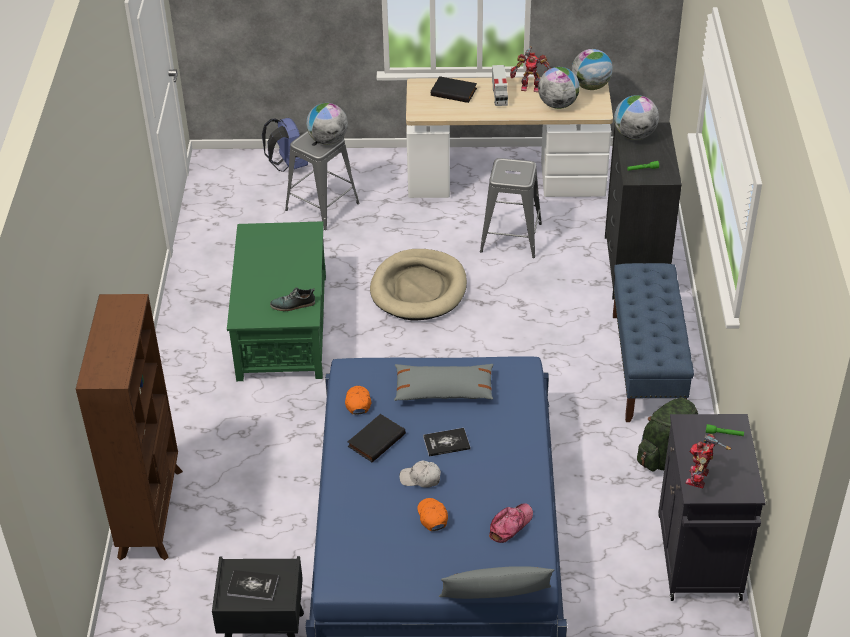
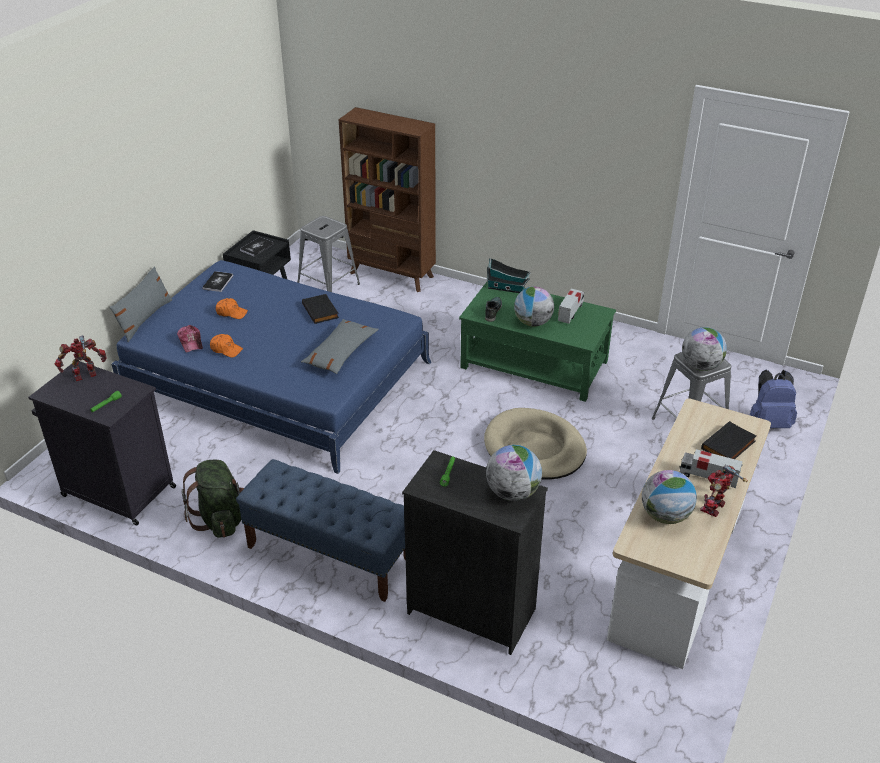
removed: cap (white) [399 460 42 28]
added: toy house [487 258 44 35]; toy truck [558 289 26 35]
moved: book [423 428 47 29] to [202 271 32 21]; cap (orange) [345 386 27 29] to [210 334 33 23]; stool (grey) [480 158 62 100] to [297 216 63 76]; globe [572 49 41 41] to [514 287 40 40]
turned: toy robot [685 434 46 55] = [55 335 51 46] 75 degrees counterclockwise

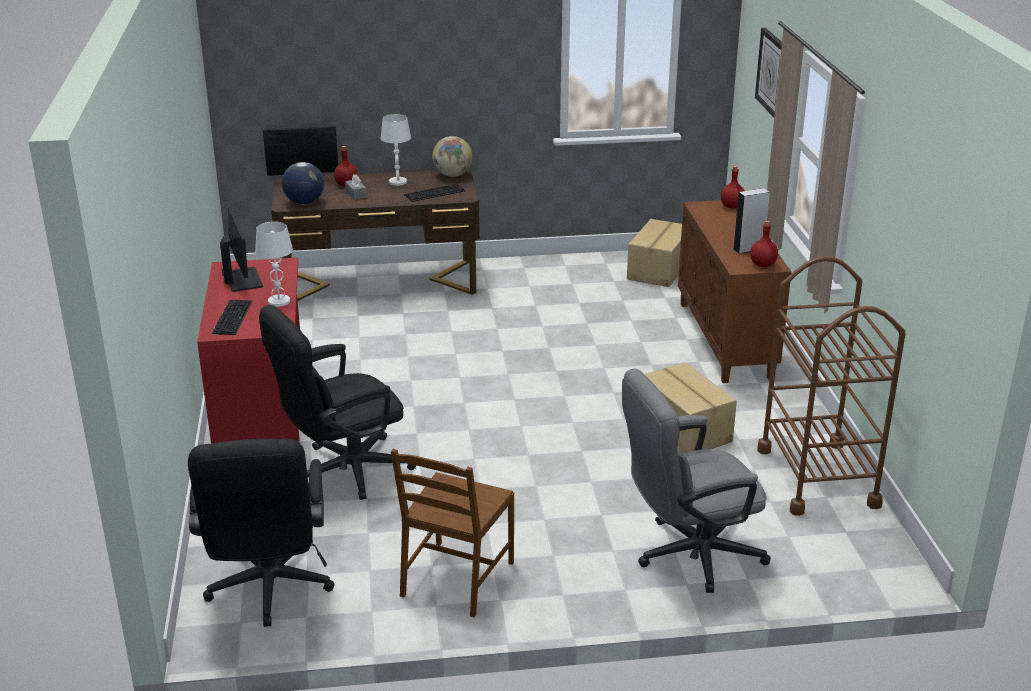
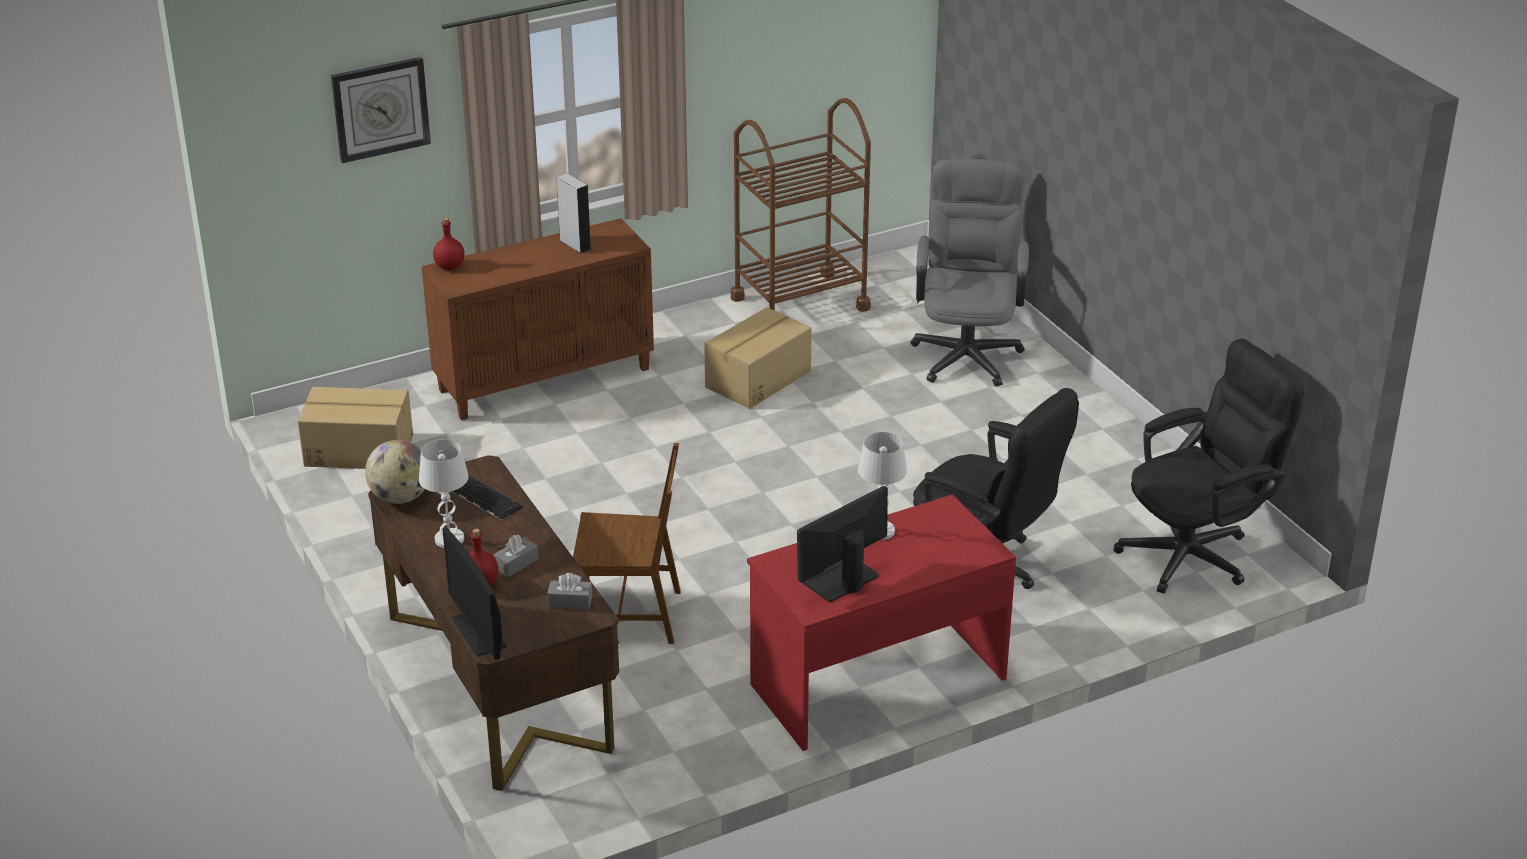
removed: keyboard [212 300 40 35]; bottle (red) [750 221 28 46]
moved: chair (brown) [391 449 123 168] to [573 443 108 201]
replaced: globe [282 162 42 42] to tissue box (grey) [547 573 45 37]
turned: office chair (grey) [622 369 149 224] = [910 159 119 227] 135 degrees counterclockwise

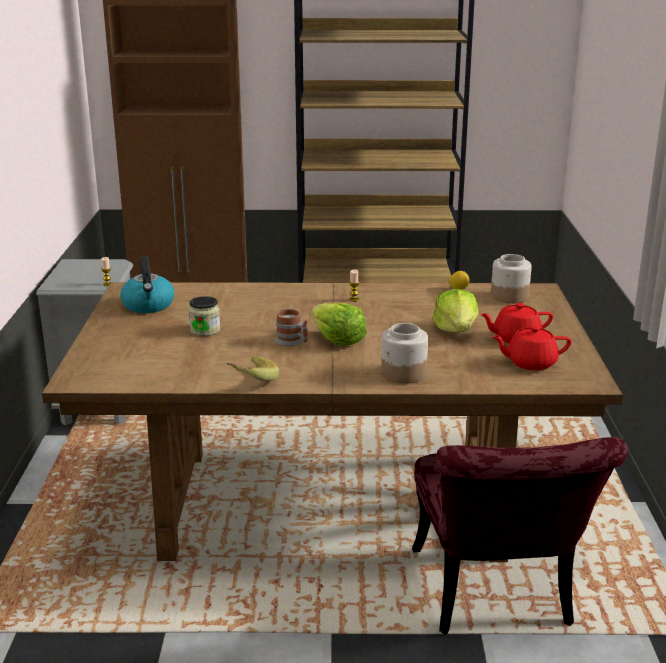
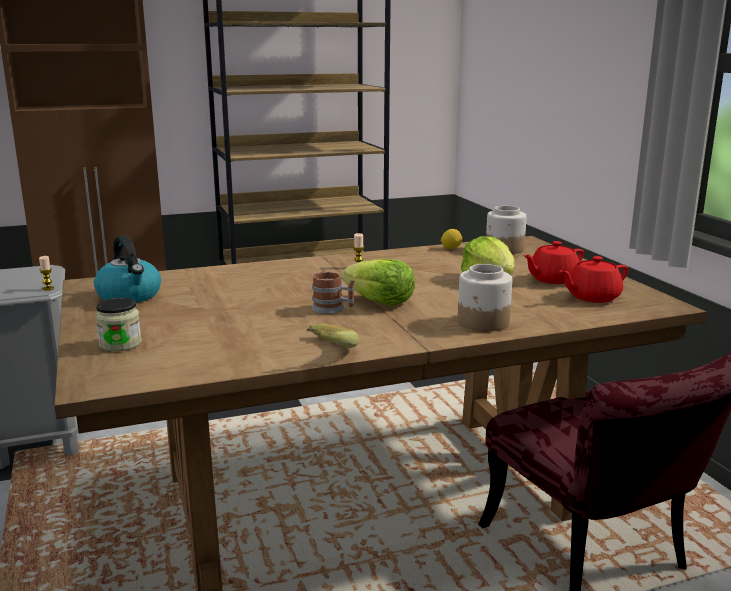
moved: jar [189 296 31 40] to [96 298 46 54]

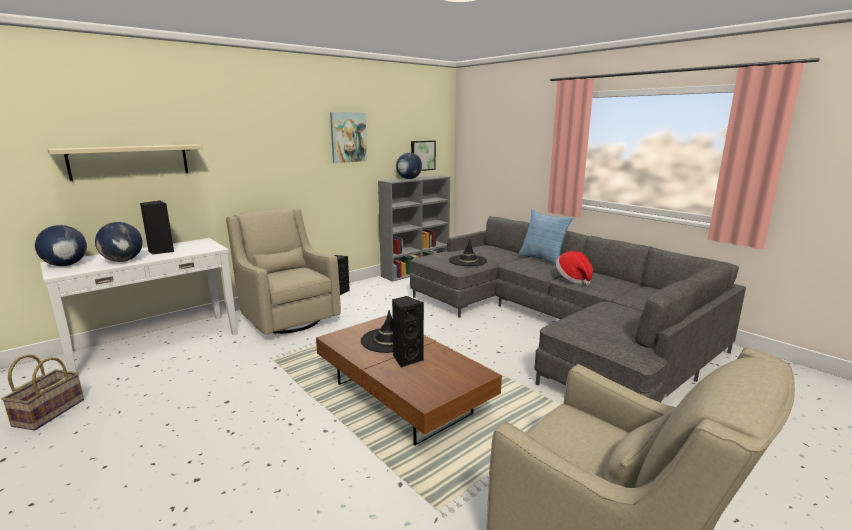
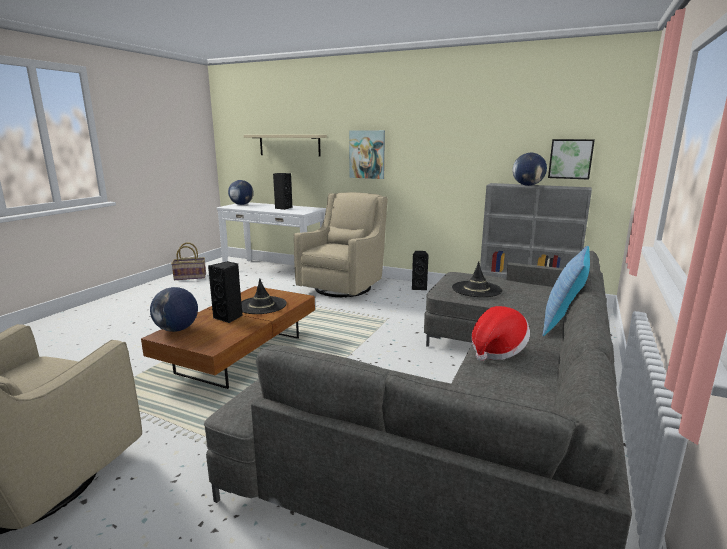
moved: globe [95 222 48 40] to [150 287 48 45]; picture [330 112 37 51] to [349 130 36 49]

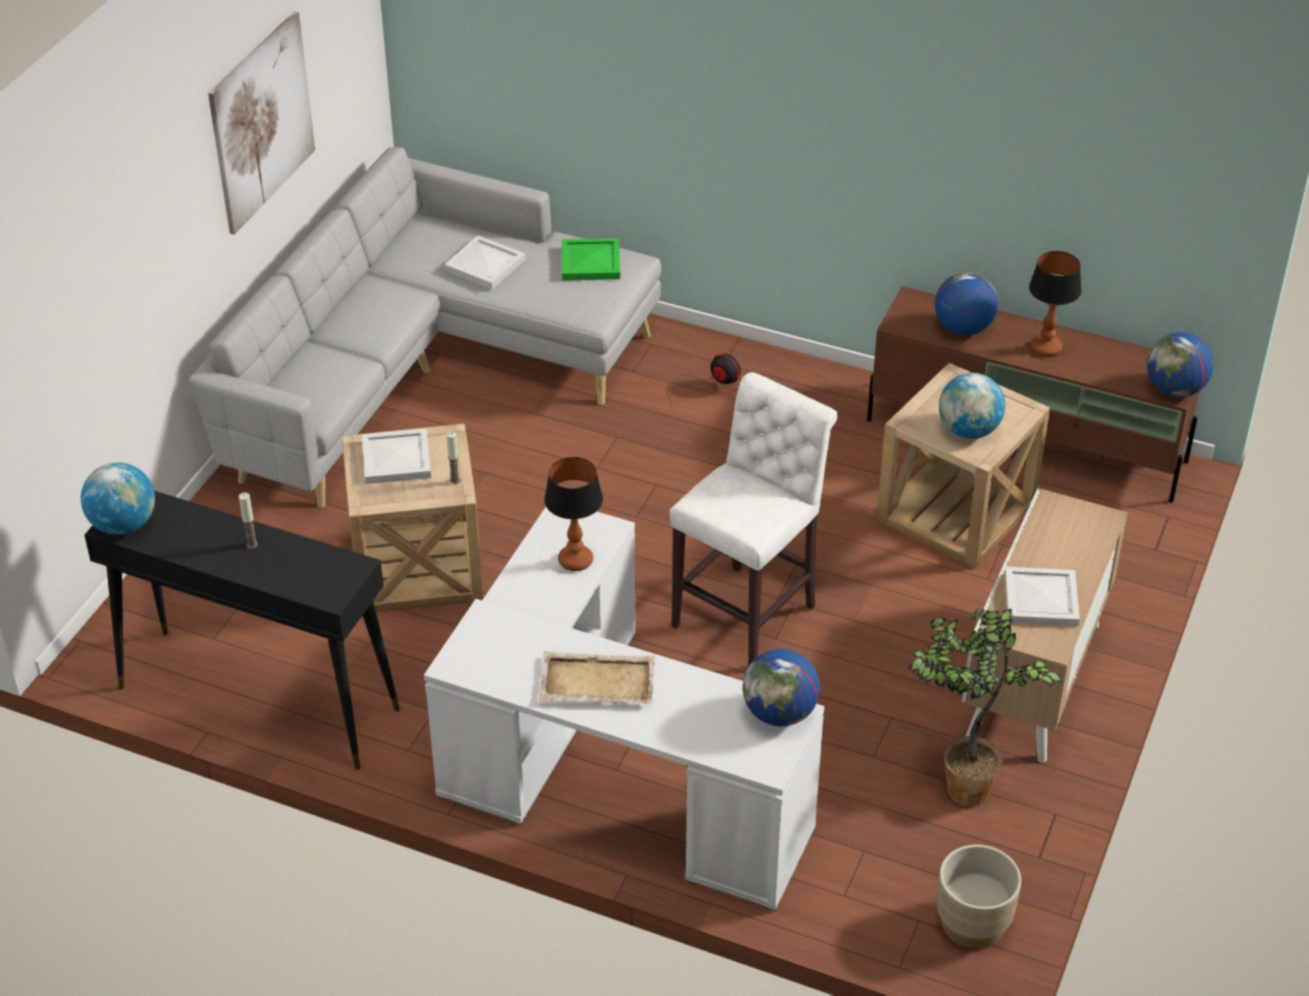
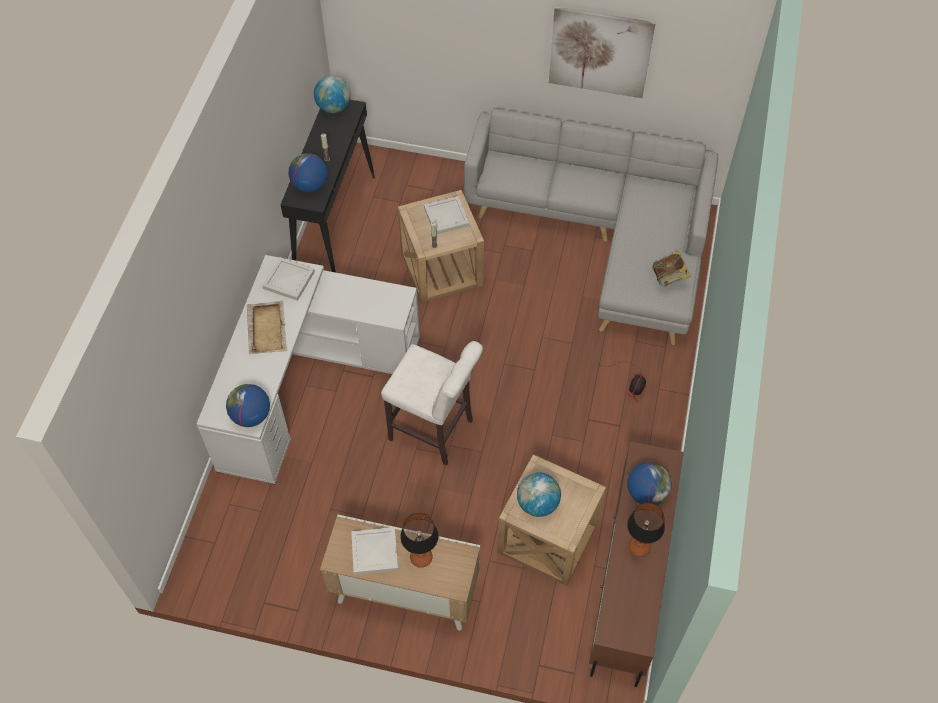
removed: potted plant [908 608 154 199]; planter (beige) [937 845 84 104]
moved: tray (white) [444 236 81 54] to [262 257 53 44]; globe [1147 332 67 65] to [288 153 40 40]; table lamp [544 457 59 114] to [400 513 38 55]
replaced: tray (green) [562 238 58 43] to book [652 251 39 36]

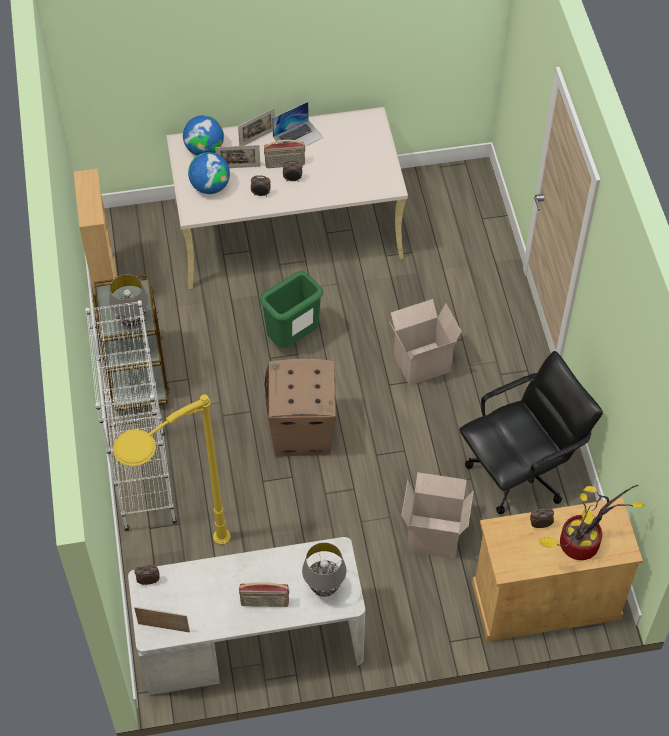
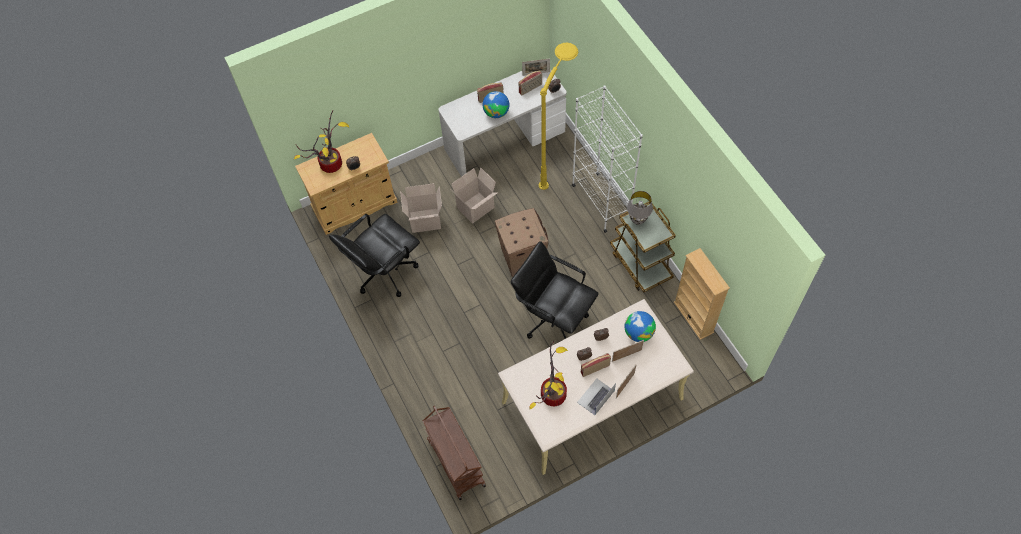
removed: table lamp (grey) [302 543 45 54]
added: cart (brown) [423 406 63 94]; radio [518 71 24 24]; potted plant [529 341 39 69]
moved: cardboard box [390 299 72 87] to [451 167 46 57]; globe [183 115 41 41] to [483 91 26 27]
replaced: trash can (green) [260 271 63 77] to office chair (black) [511 241 88 98]

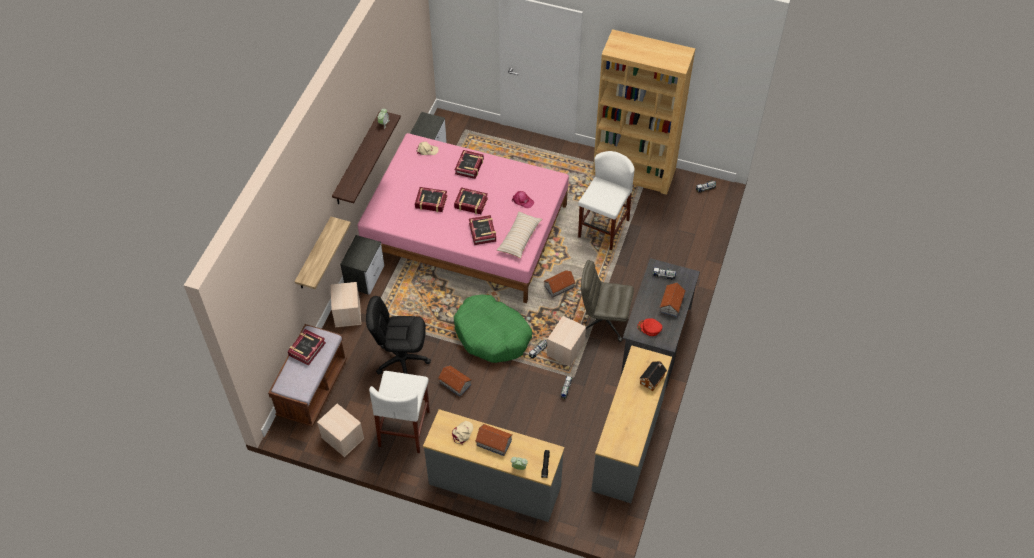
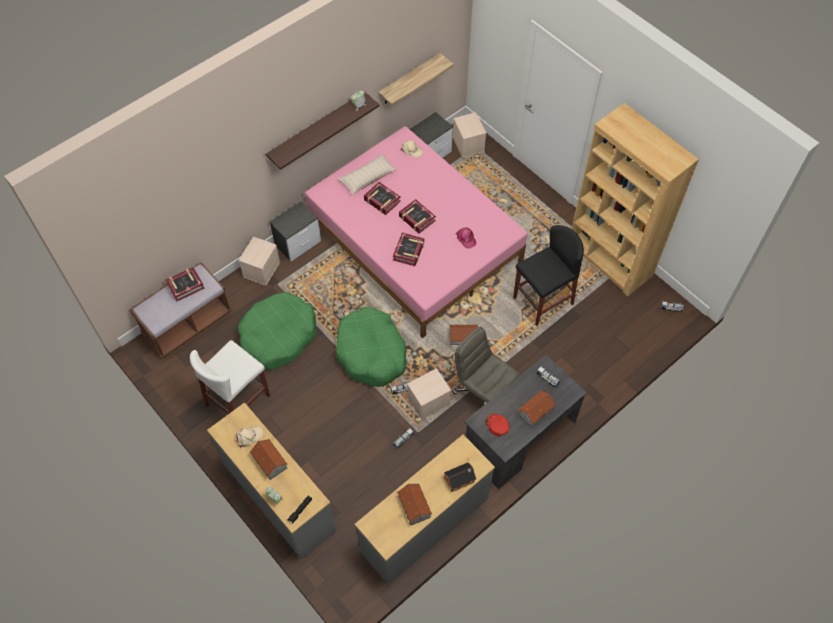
removed: book [455 150 29 29]
moved: pillow (beige) [497 212 45 46] to [338 154 59 41]; shelf [295 217 56 72] to [378 53 76 53]; toy house [438 365 34 32] to [397 483 35 42]; storage box (beige) [317 403 47 54] to [453 112 33 46]
replaced: office chair (black) [366 296 65 78] to dog bed (green) [238 292 78 78]
recoloured: stool (white) [578 151 57 99] to stool (black) [513 225 71 101]

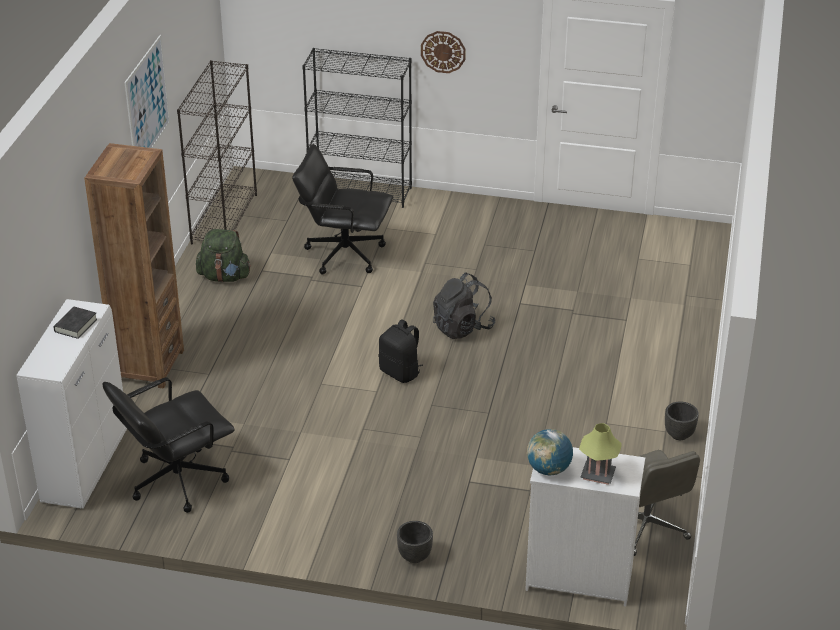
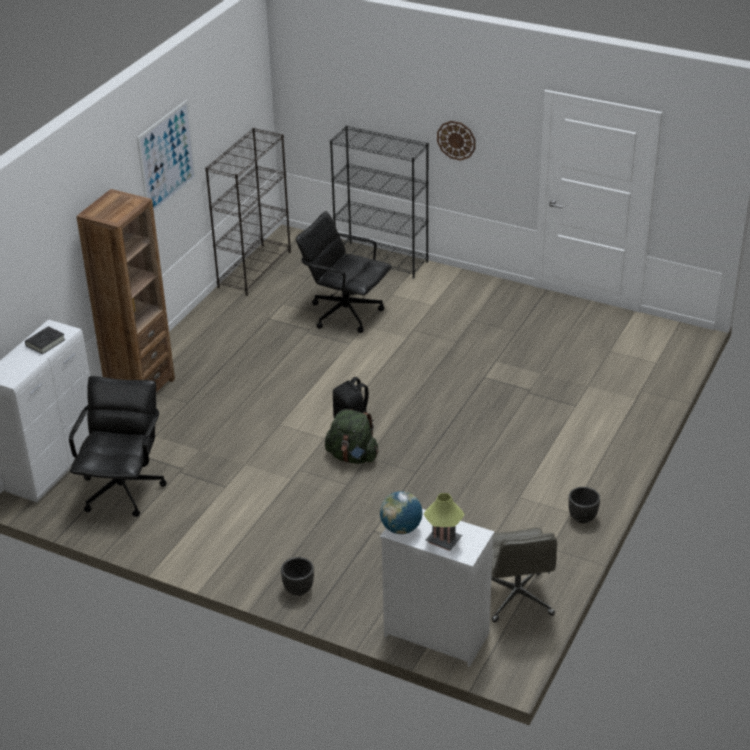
removed: backpack (black) [433 272 62 67]
moved: backpack (green) [196 229 55 53] to [325 409 54 55]
turned: office chair (black) [103 377 132 136] = [69 376 98 141] 120 degrees clockwise

